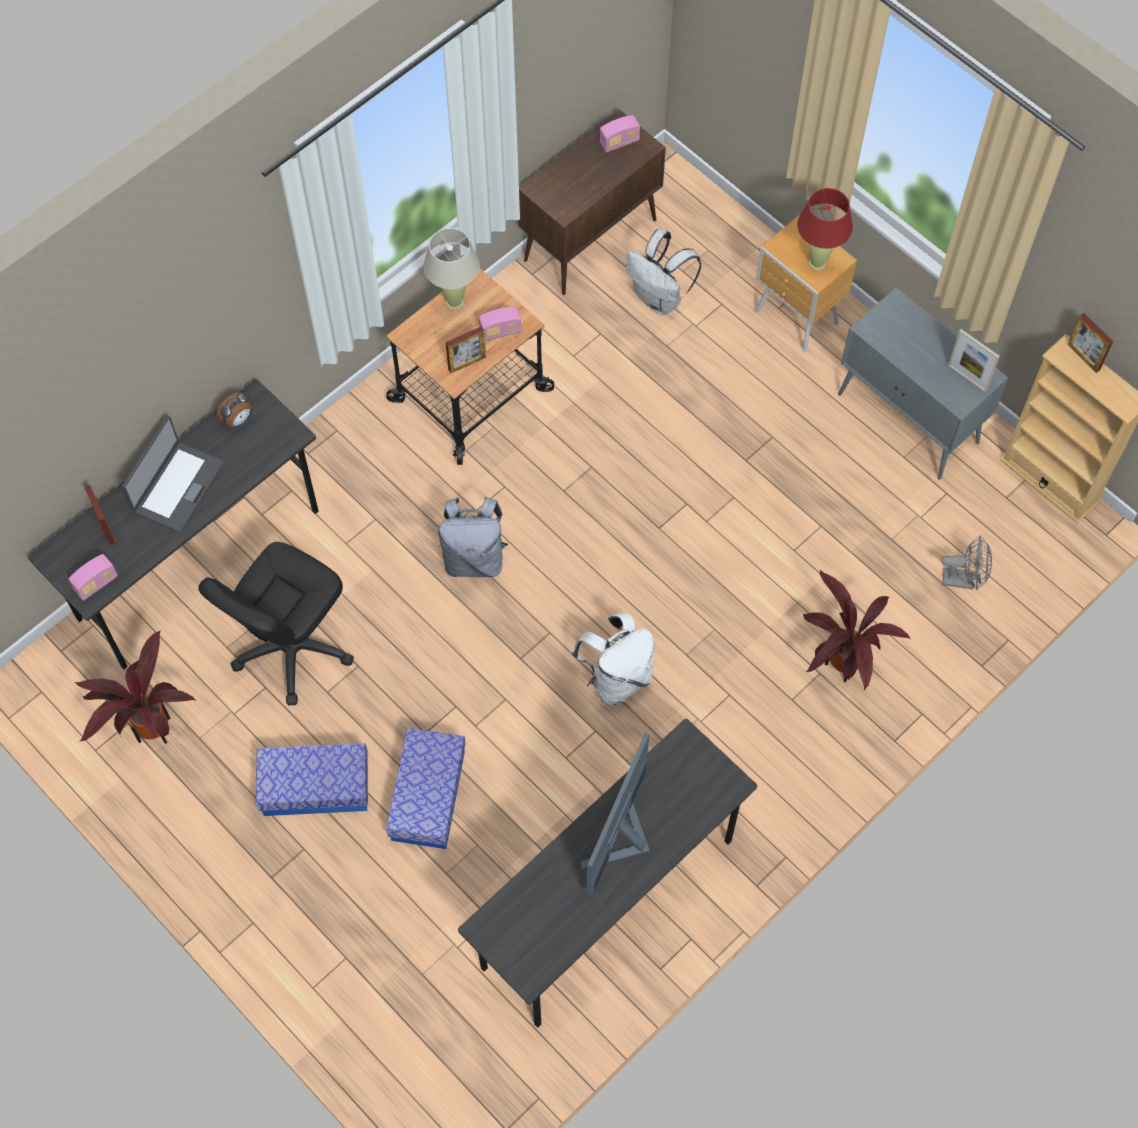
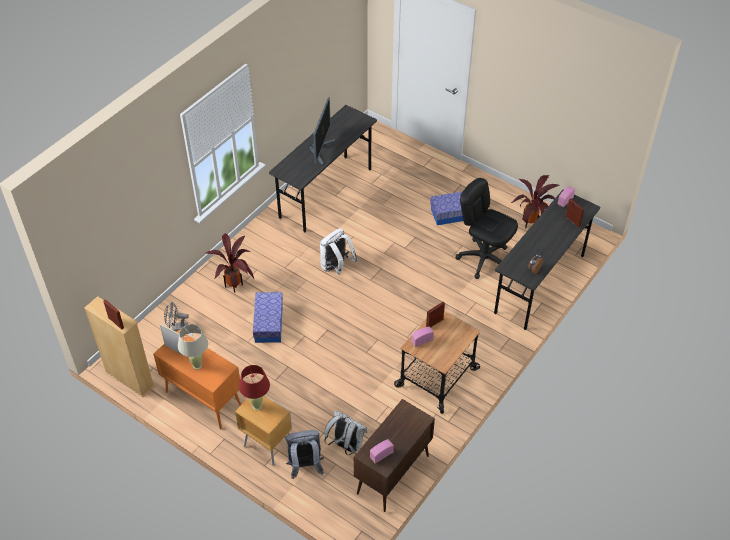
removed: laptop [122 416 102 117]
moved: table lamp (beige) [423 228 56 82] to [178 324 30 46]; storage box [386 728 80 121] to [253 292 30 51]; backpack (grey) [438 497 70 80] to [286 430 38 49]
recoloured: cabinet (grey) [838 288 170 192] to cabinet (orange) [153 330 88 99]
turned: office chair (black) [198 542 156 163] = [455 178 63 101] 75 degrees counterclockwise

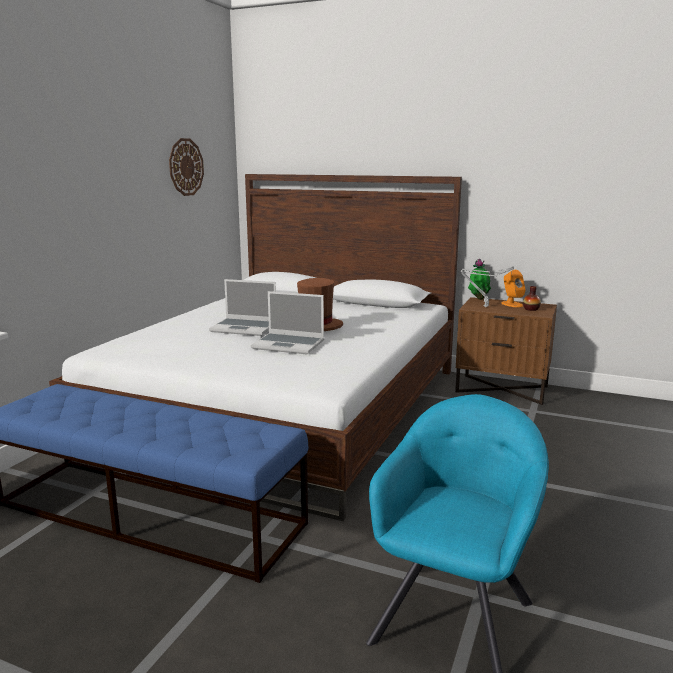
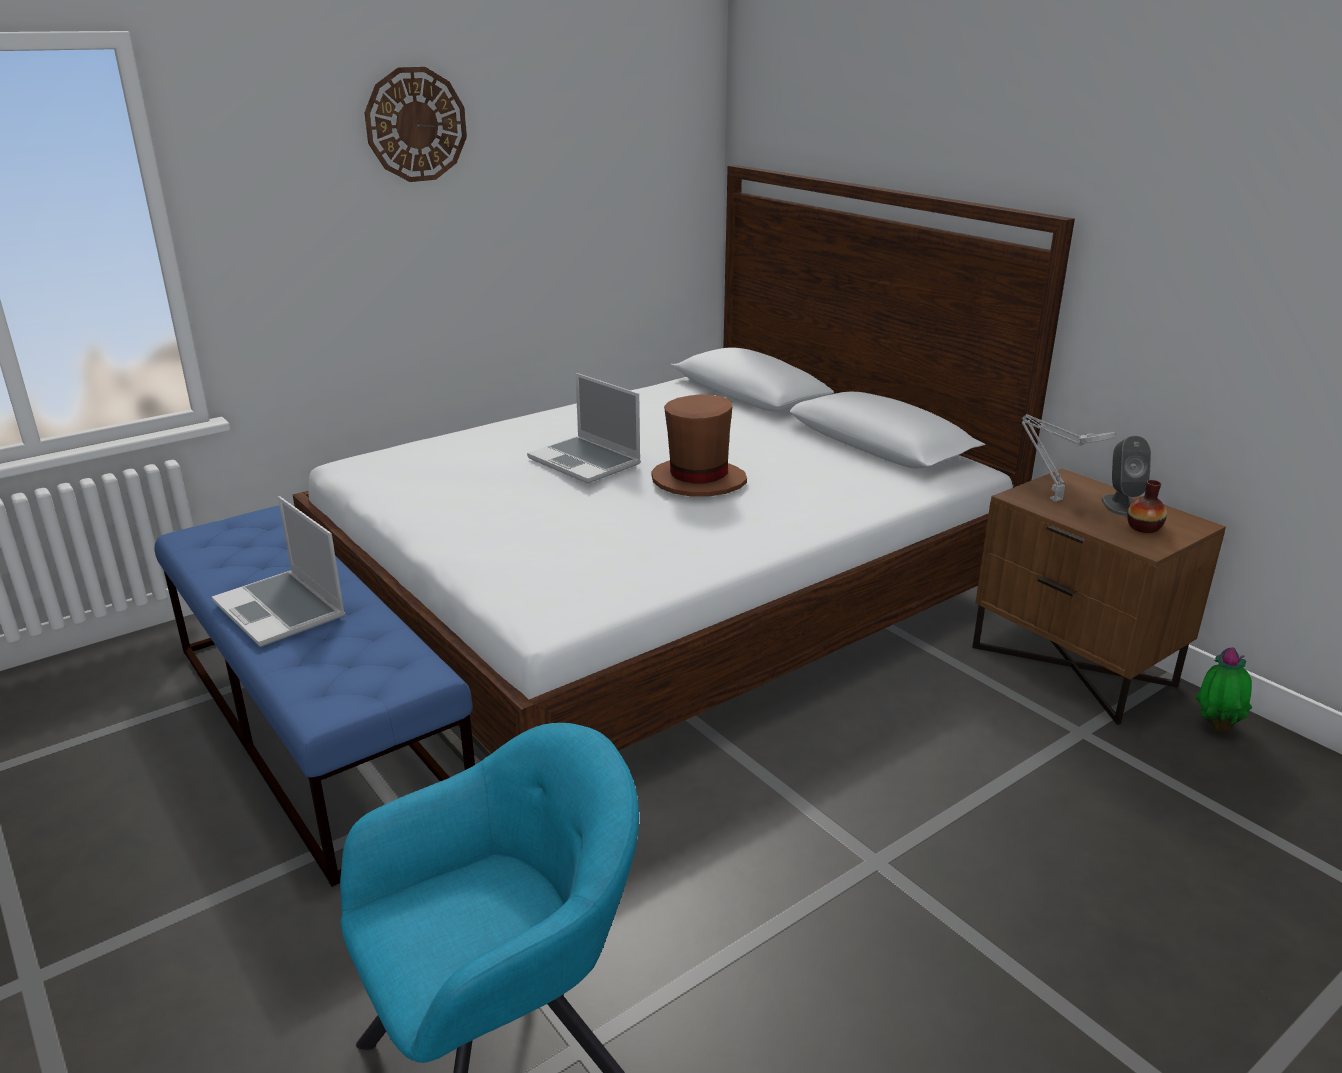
moved: laptop [251 291 73 63] to [212 496 133 151]; wall clock [169 138 35 58] to [364 67 103 115]; potted plant [468 259 23 41] to [1195 647 57 85]
recoloured: speaker (orange) [501 270 25 37] to speaker (grey) [1101 436 50 80]

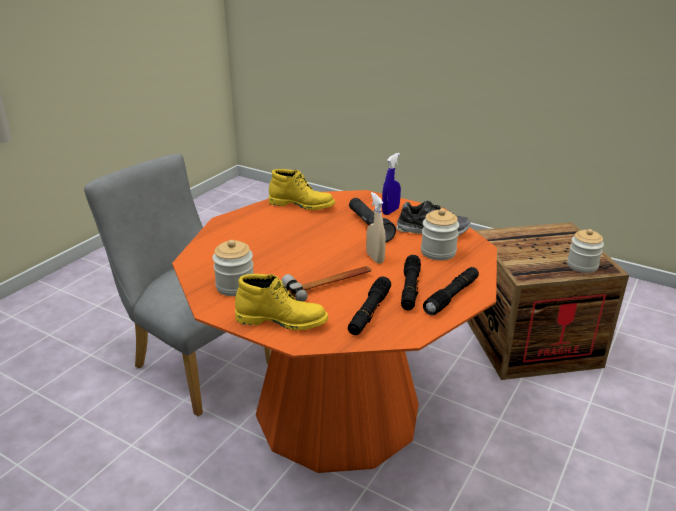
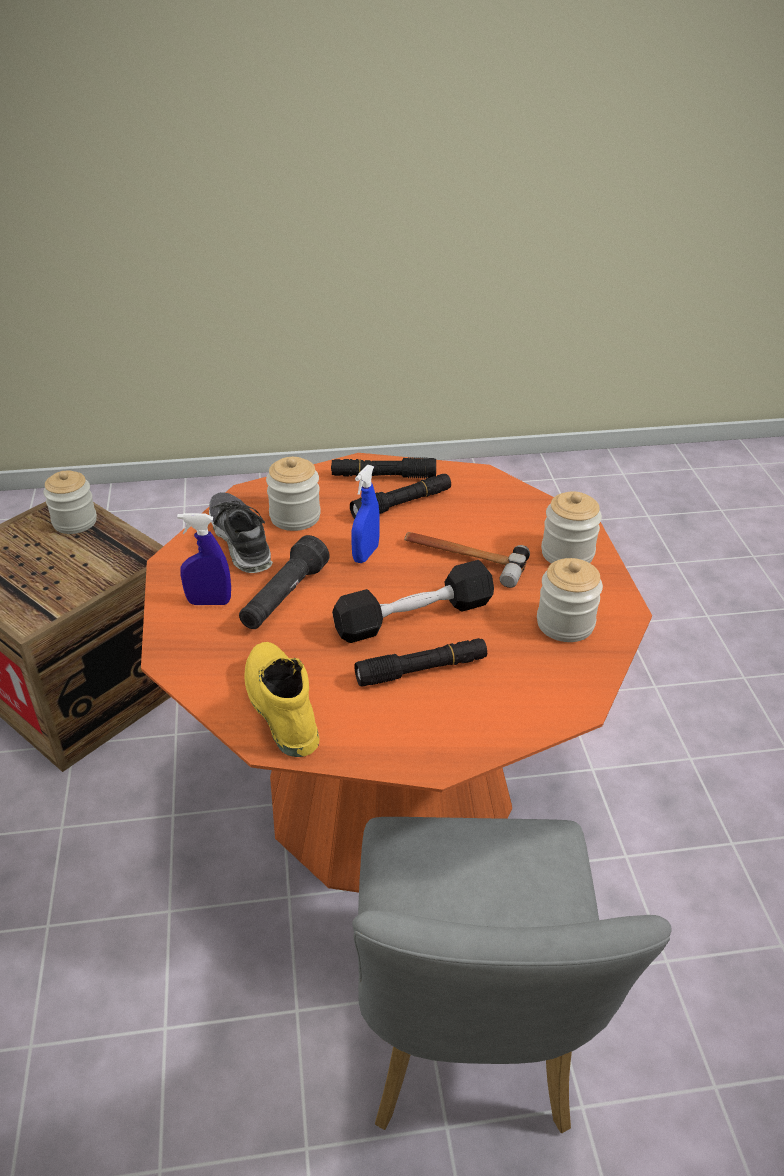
added: dumbbell (black) [332 560 162 83]
moved: flashlight (black) [348 276 43 59] to [354 638 133 49]
replaced: boot (yellow) [235 274 93 56] to jar [541 491 61 73]
recoloured: spray bottle (beige) [366 192 20 72] to spray bottle (blue) [351 465 29 98]

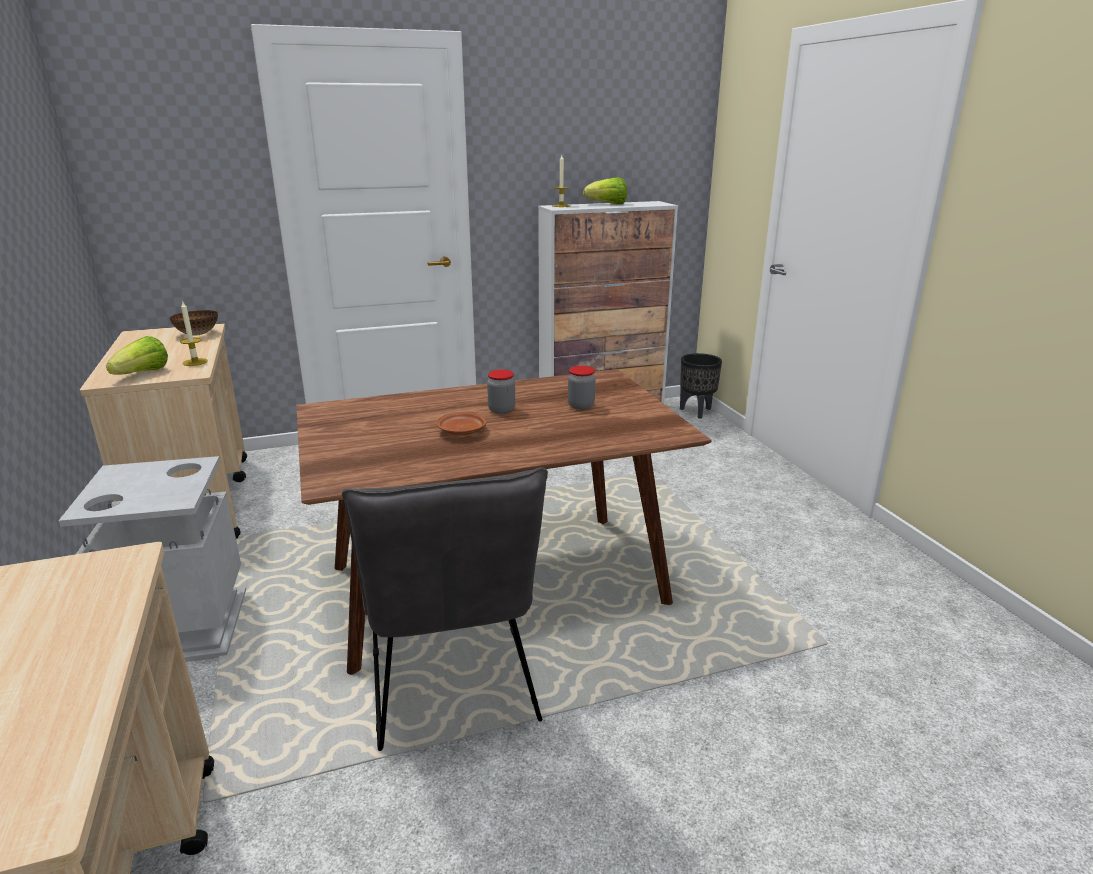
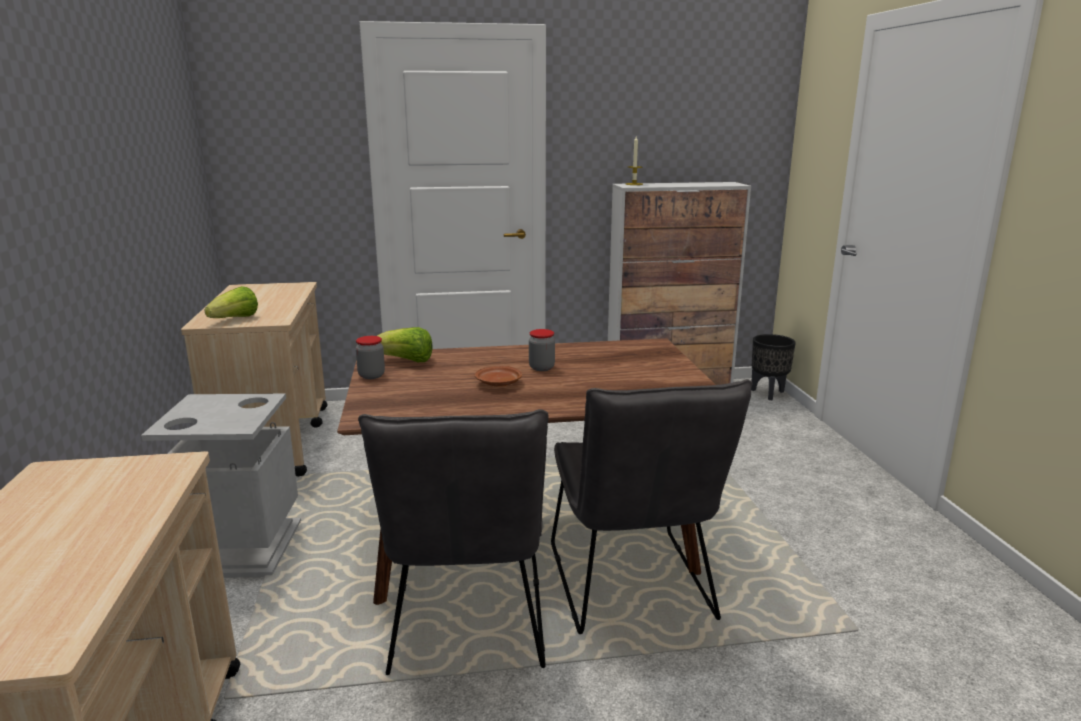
removed: bowl [170 310 48 26]; candle [180 302 28 64]
added: chair (grey) [551 379 201 255]
moved: jar [568 366 28 44] to [356 336 29 43]; lettuce [583 177 44 28] to [377 327 56 35]

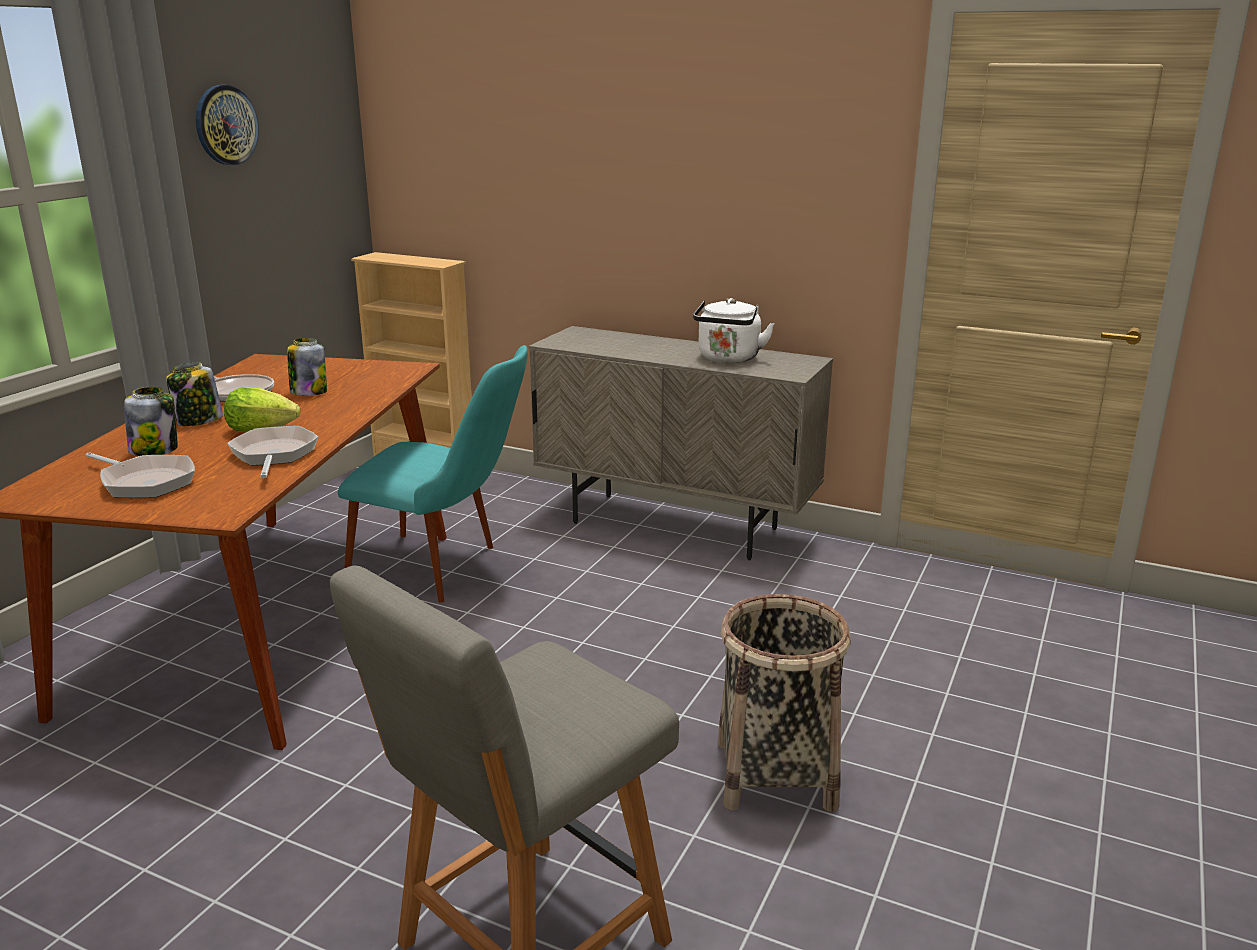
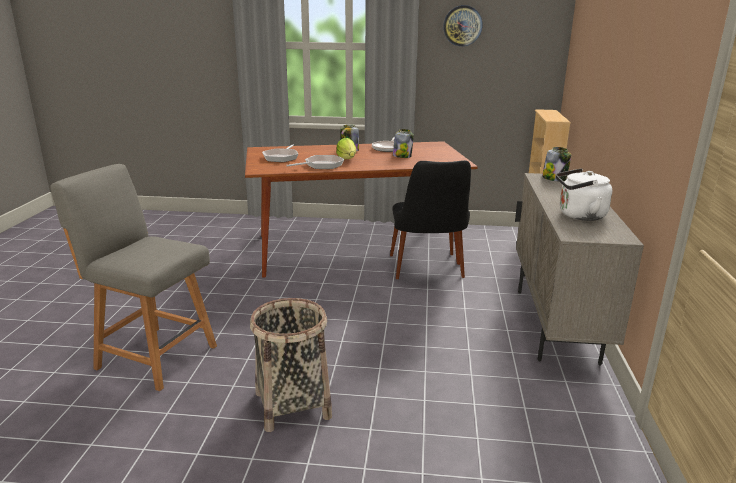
moved: jar [124 387 54 69] to [542 147 29 34]
recoloured: chair (turquoise) [338 345 190 258] to chair (black) [390 160 81 119]

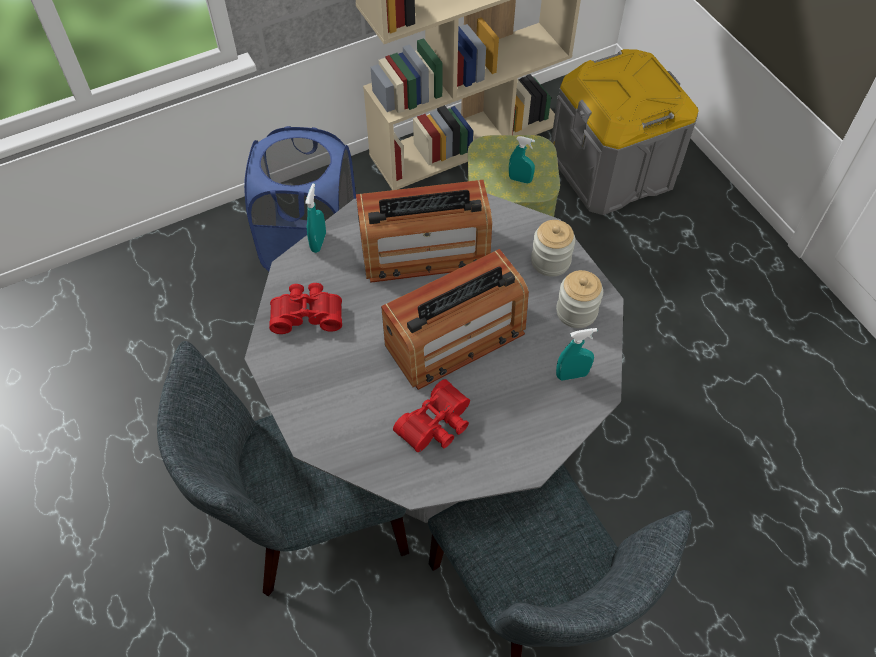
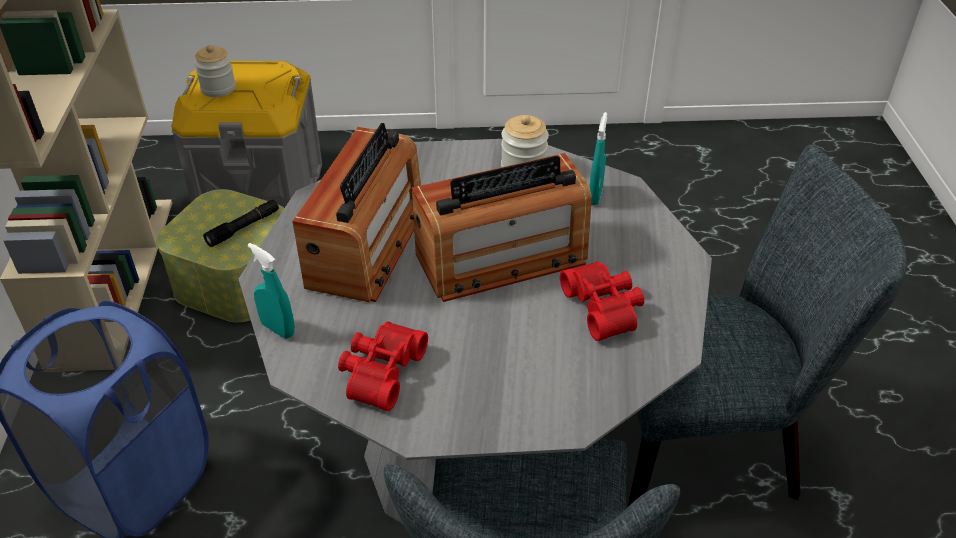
moved: jar [531 220 45 57] to [194 45 42 52]
replaced: spray bottle (turquoise) [509 136 26 48] to flashlight (black) [203 200 76 47]
turned: radio [381 249 148 141] = [412 153 180 149] 75 degrees clockwise

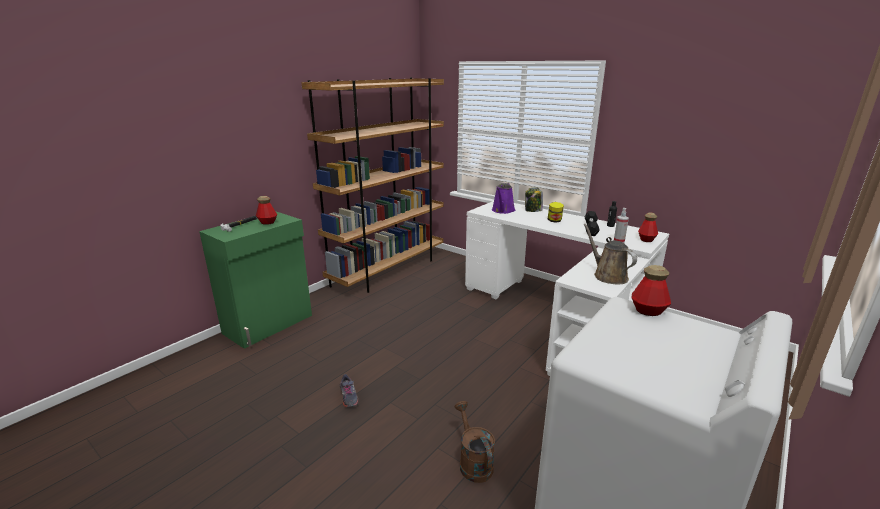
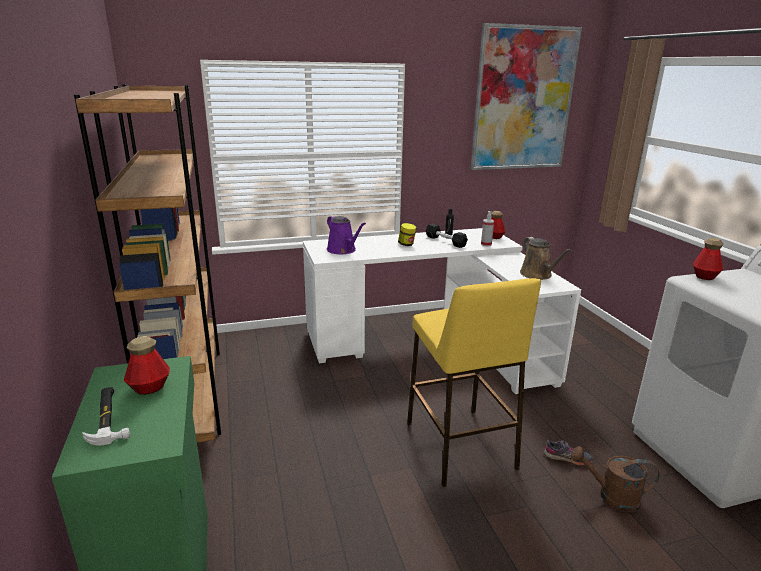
removed: jar [525 188 18 24]
added: stool (yellow) [407 278 134 209]; picture [471 23 111 147]
moved: shoe (grey) [340 374 19 34] to [544 440 49 26]
turned: watering can (brown) [583 224 54 60] = [520 237 51 43] 120 degrees counterclockwise

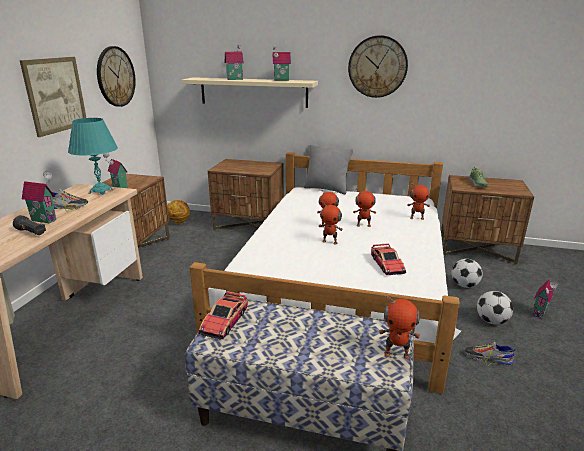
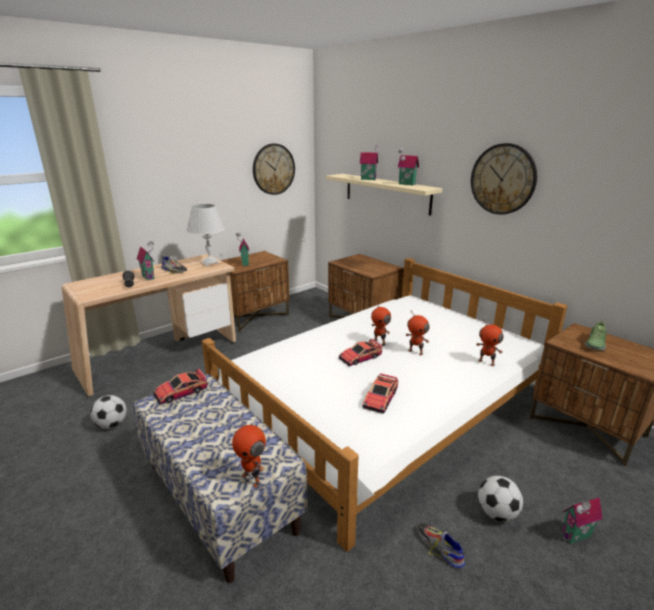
removed: picture [20 57 66 80]; basketball [167 200 23 24]; pillow (grey) [304 145 49 49]
moved: football [451 259 32 29] to [90 395 37 34]
replaced: toy robot [319 200 24 45] to toy car [339 339 43 27]
recoloured: table lamp (turquoise) [68 118 50 77] to table lamp (white) [187 204 38 63]

